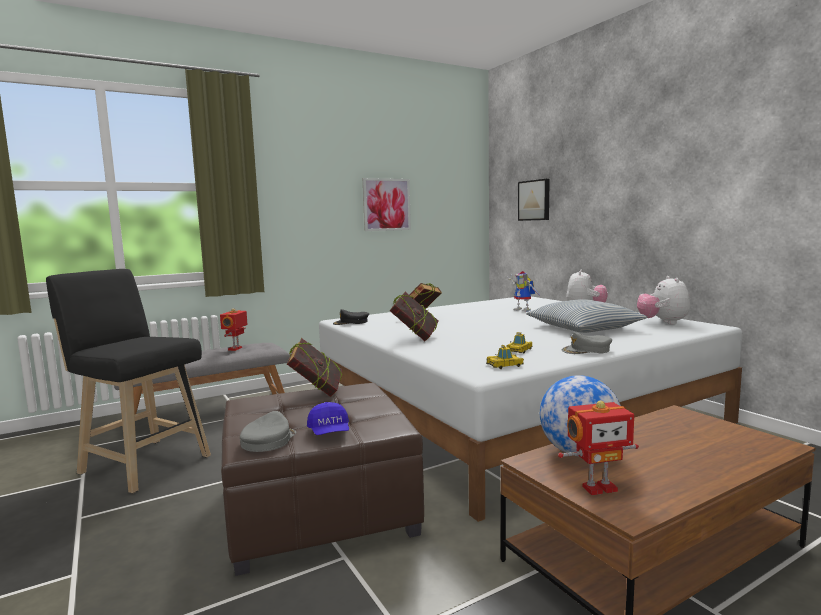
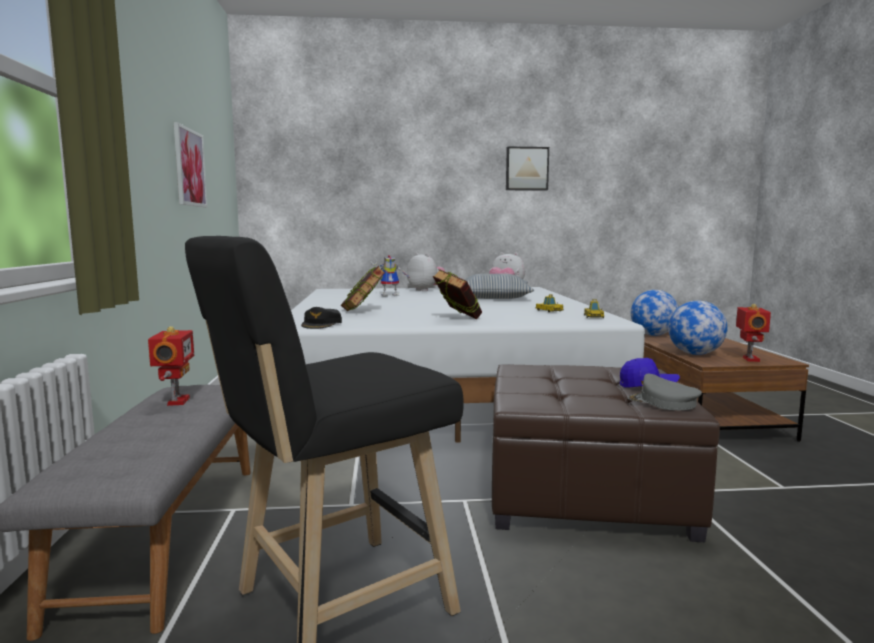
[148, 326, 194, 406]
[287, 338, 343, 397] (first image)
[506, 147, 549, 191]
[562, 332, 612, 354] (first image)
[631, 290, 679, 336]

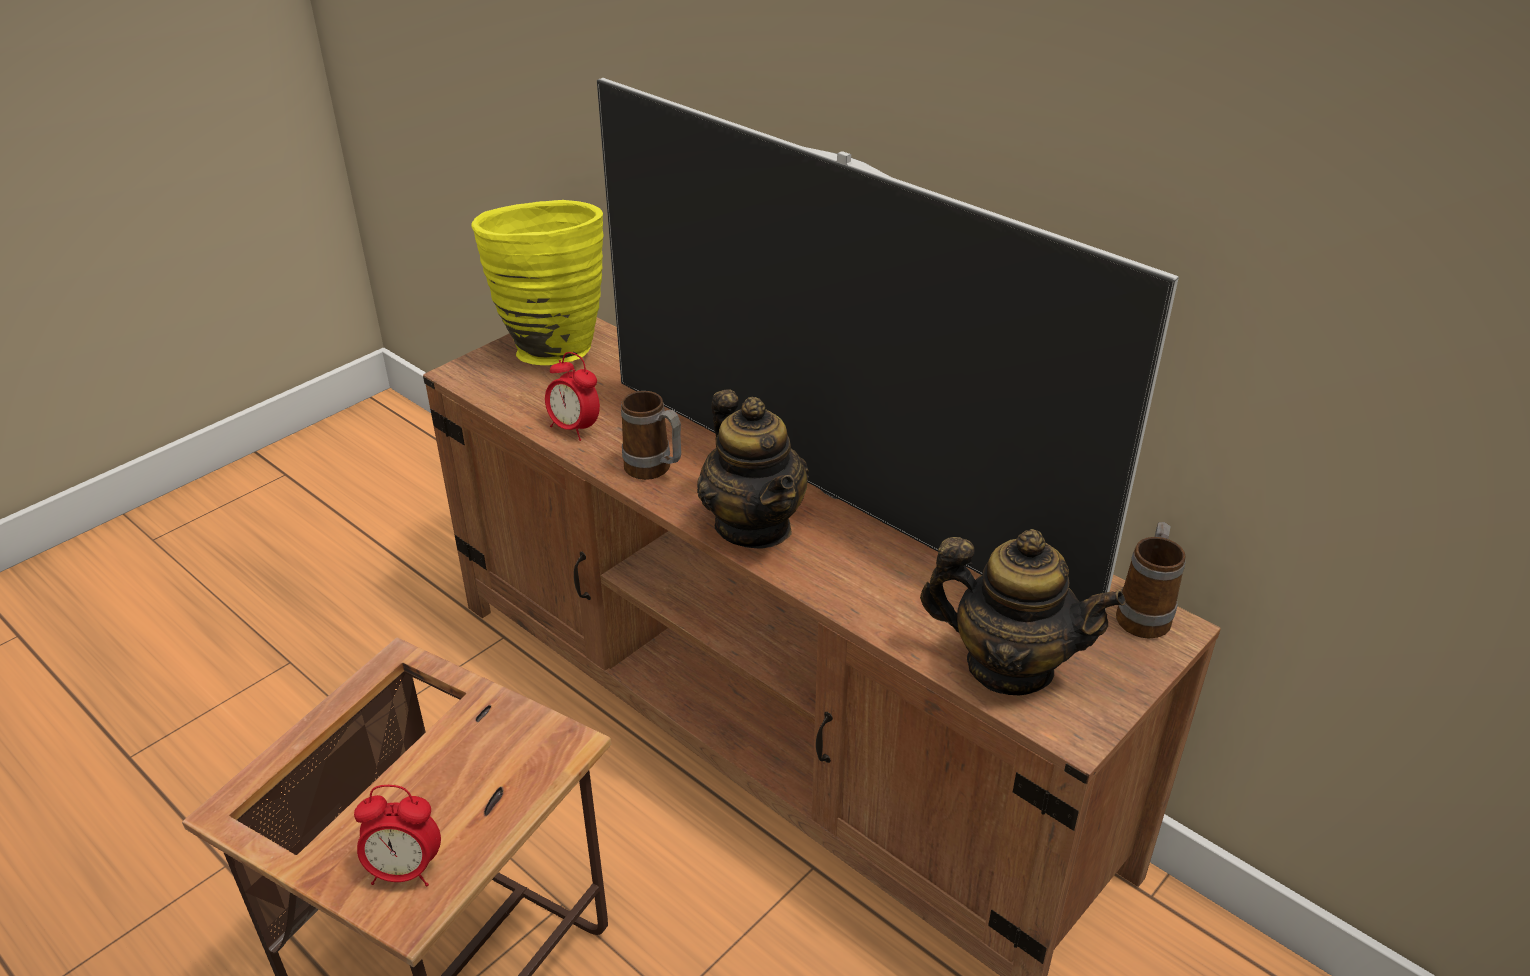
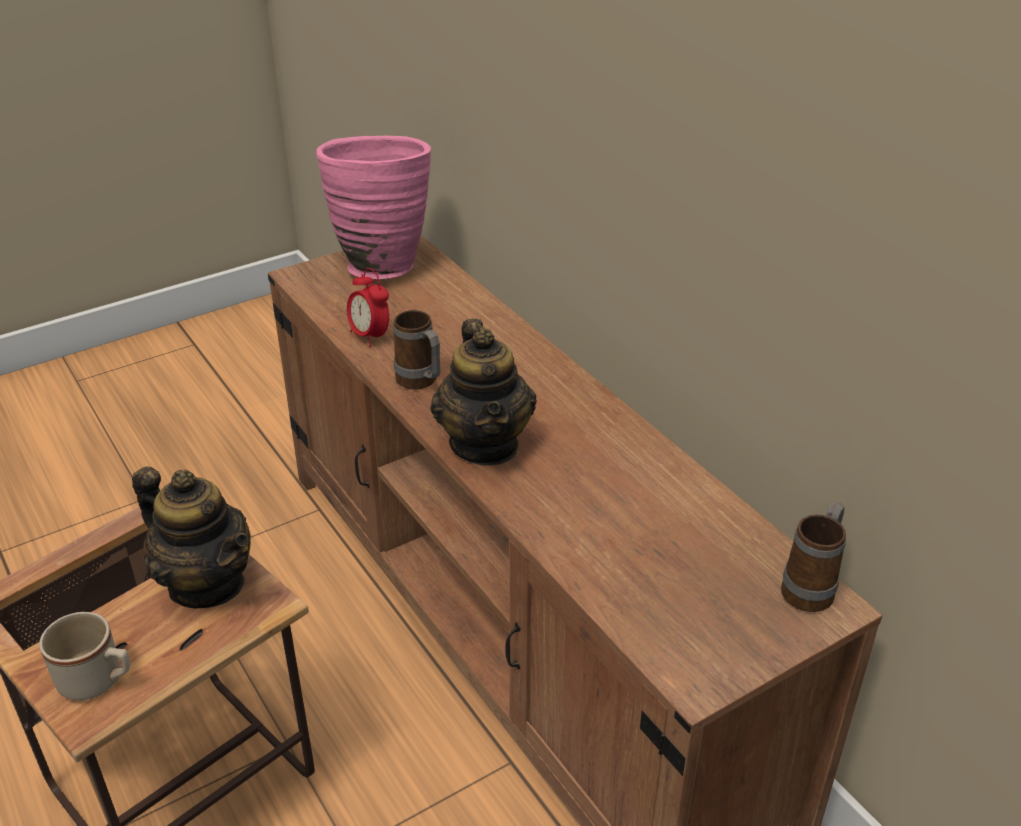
[39, 612, 130, 700]
[316, 136, 431, 279]
[597, 78, 1179, 610] (first image)
[132, 466, 251, 608]

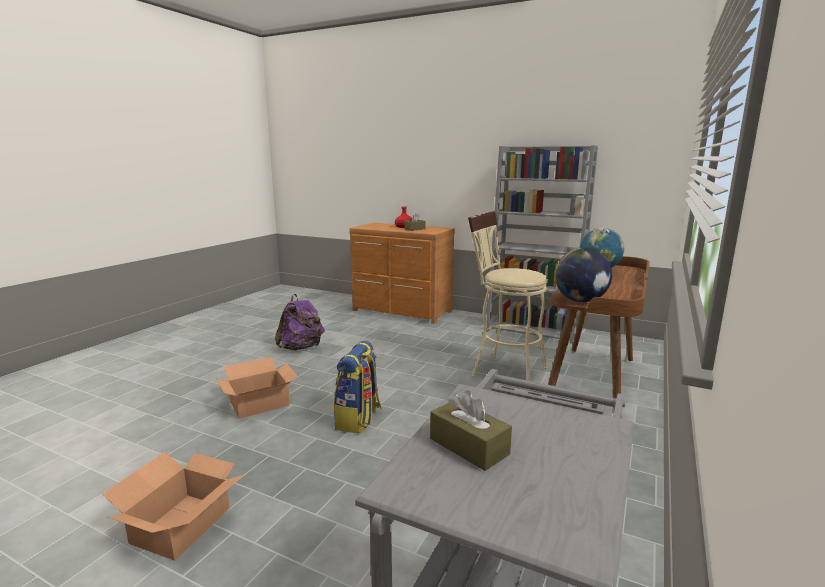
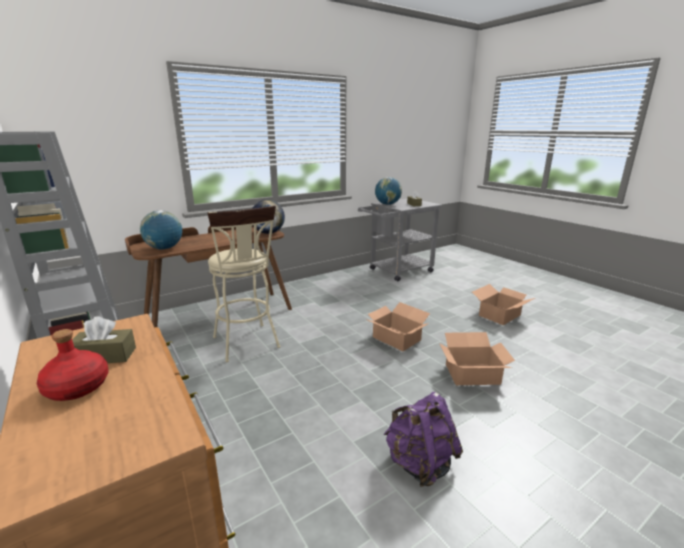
[366, 302, 430, 351]
[375, 177, 402, 205]

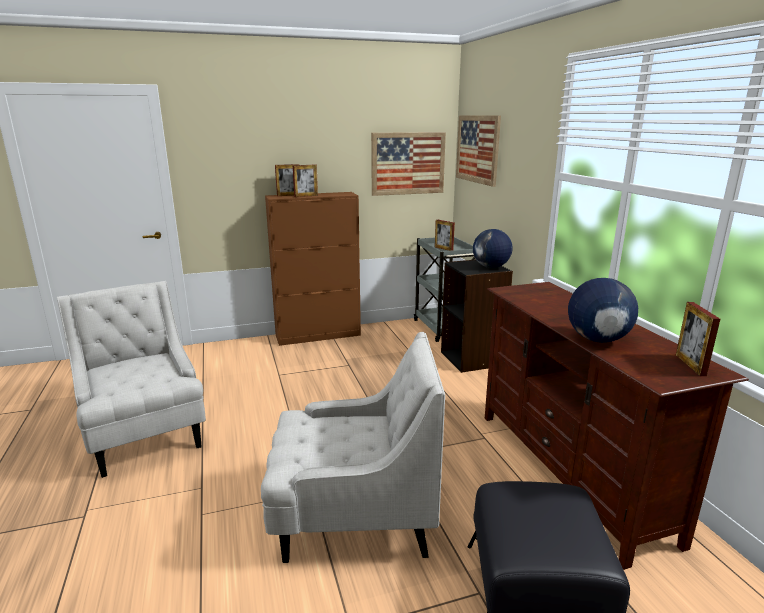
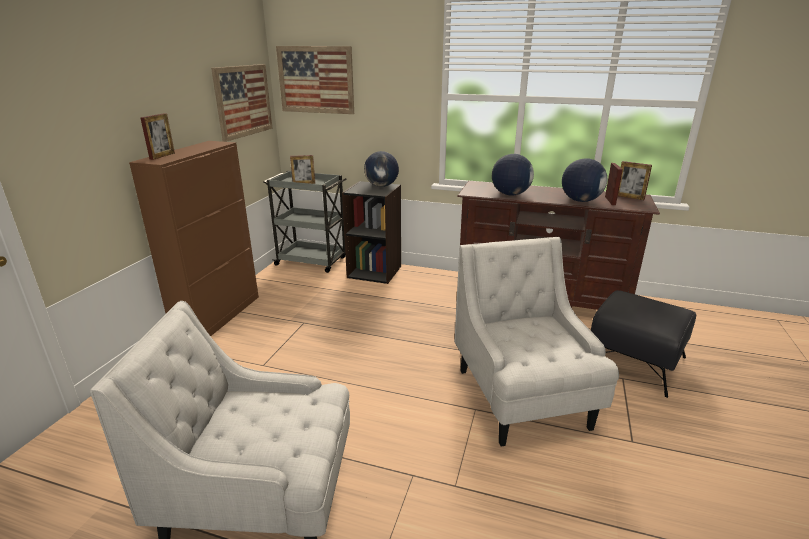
[455, 237, 619, 446]
[605, 163, 623, 205]
[492, 154, 534, 195]

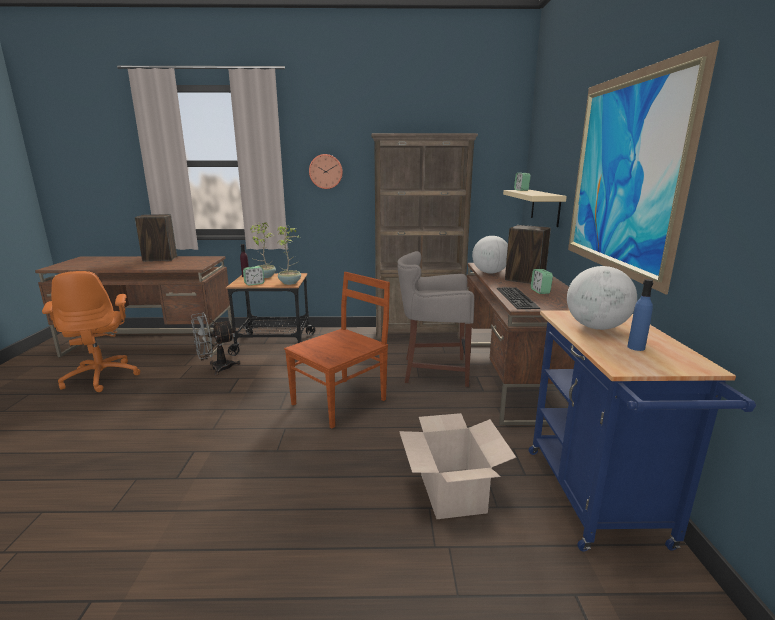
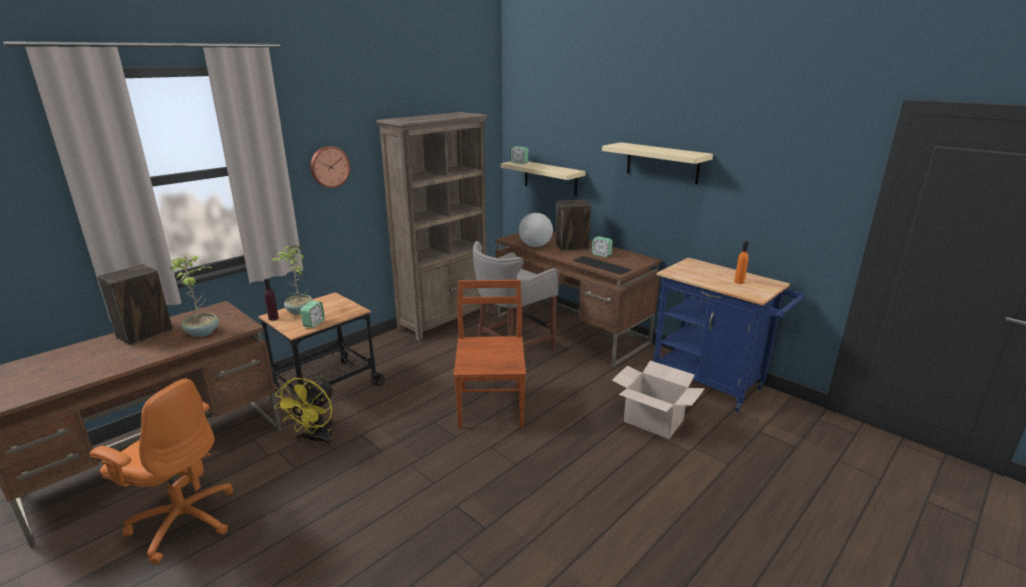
[274, 376, 334, 446]
[170, 255, 219, 337]
[567, 266, 637, 330] (first image)
[602, 142, 713, 185]
[734, 241, 749, 284]

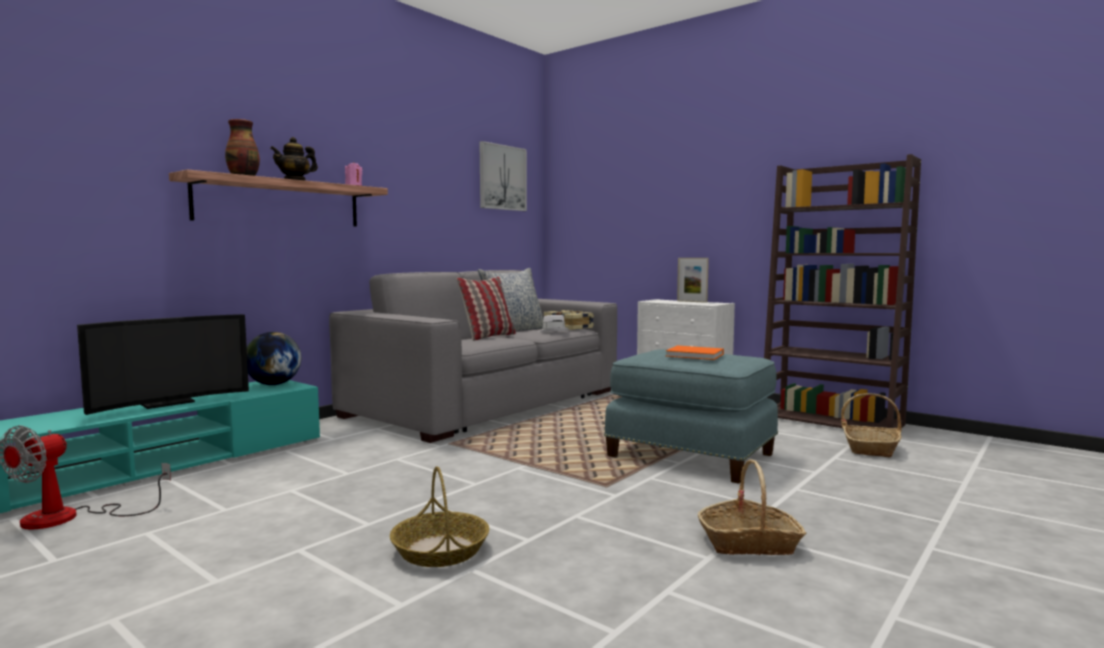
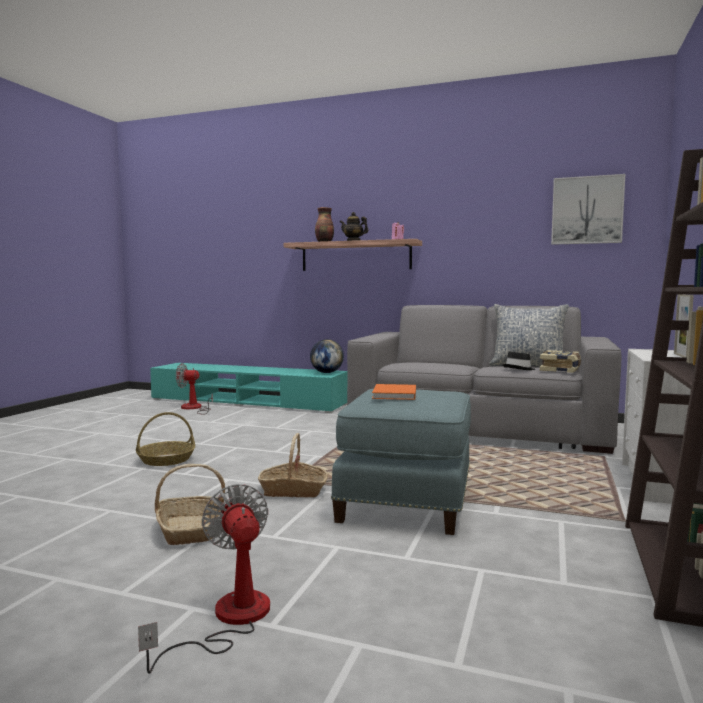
[77, 314, 249, 415] (first image)
[456, 277, 516, 341] (first image)
[502, 351, 536, 370]
[258, 433, 328, 498]
[138, 484, 270, 674]

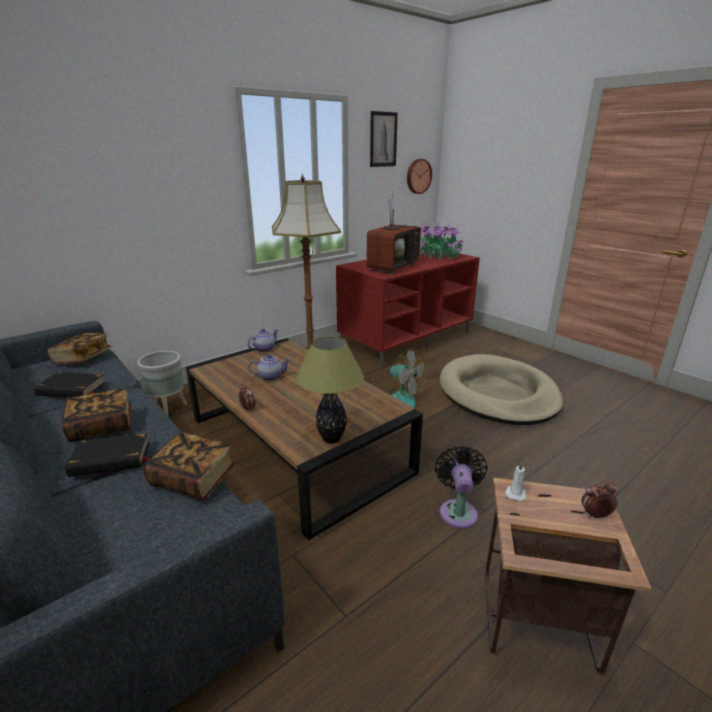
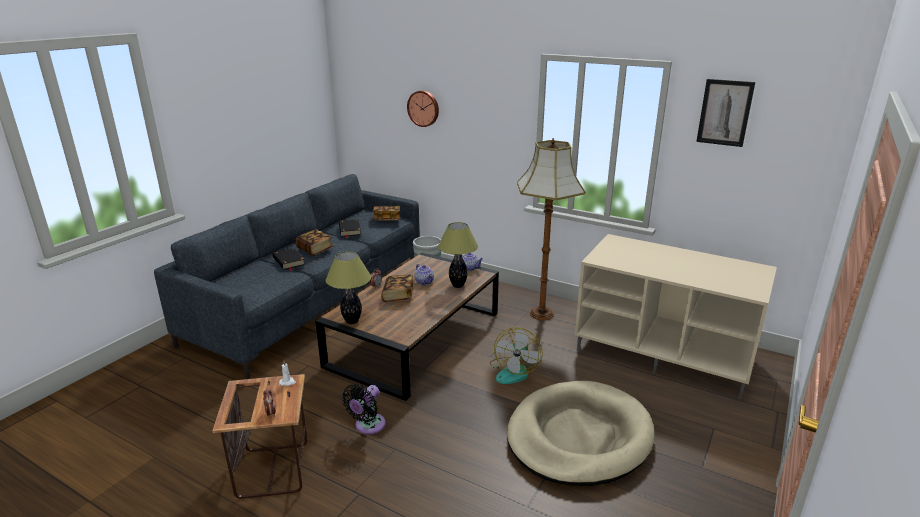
[381, 275, 414, 302]
[575, 234, 777, 399]
[367, 191, 421, 274] (first image)
[407, 91, 439, 127]
[420, 221, 465, 260] (first image)
[342, 384, 386, 434]
[438, 222, 478, 288]

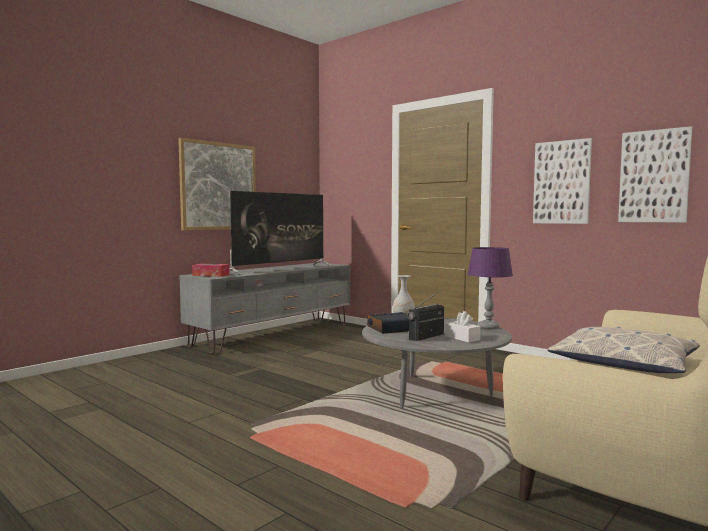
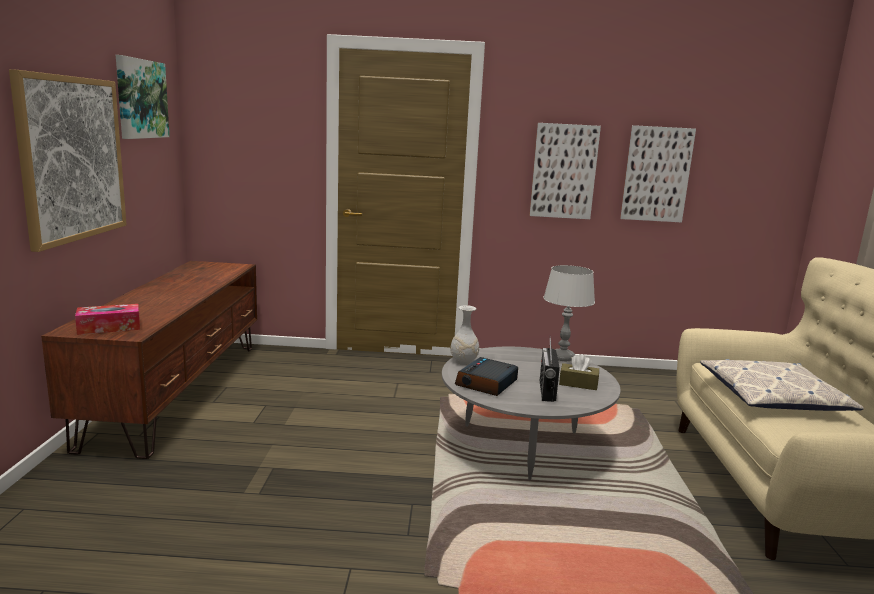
[41, 261, 257, 459]
[229, 191, 331, 275] (first image)
[559, 354, 599, 390]
[543, 265, 595, 361]
[116, 55, 170, 139]

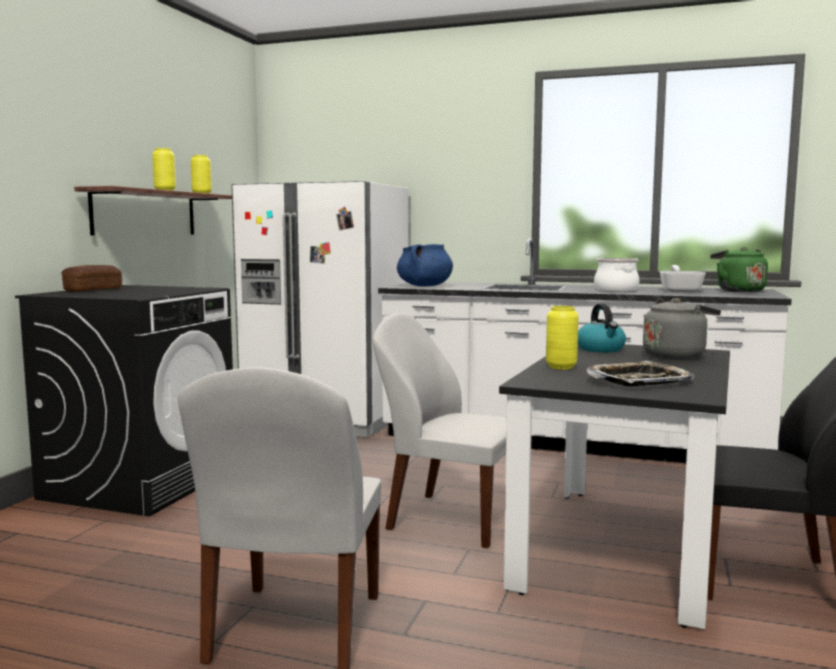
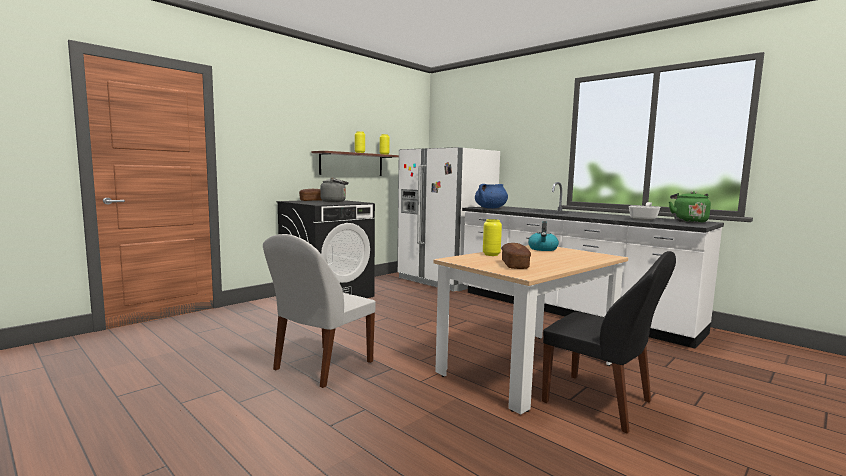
[373, 313, 507, 548] (first image)
[433, 245, 628, 415]
[501, 243, 531, 269]
[594, 258, 640, 292] (first image)
[320, 177, 349, 202]

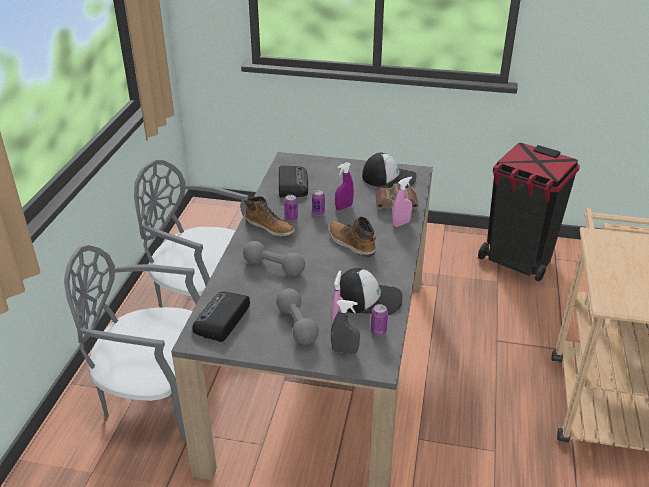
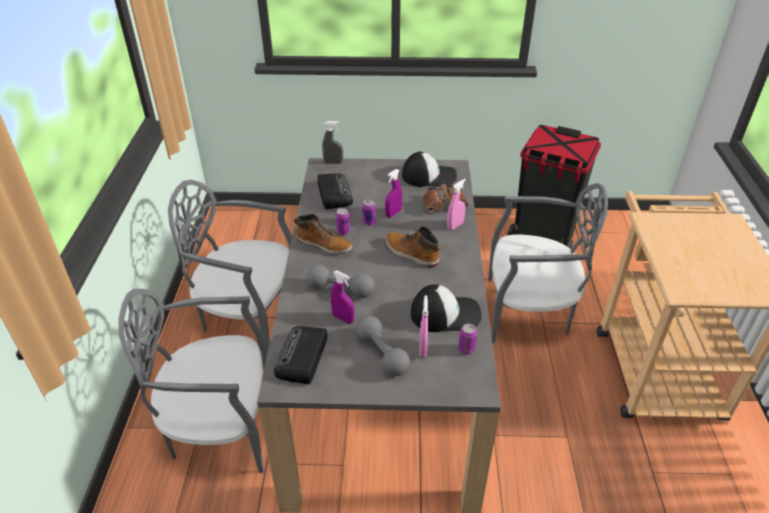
[322, 121, 343, 164]
[331, 270, 354, 324]
[488, 183, 608, 343]

